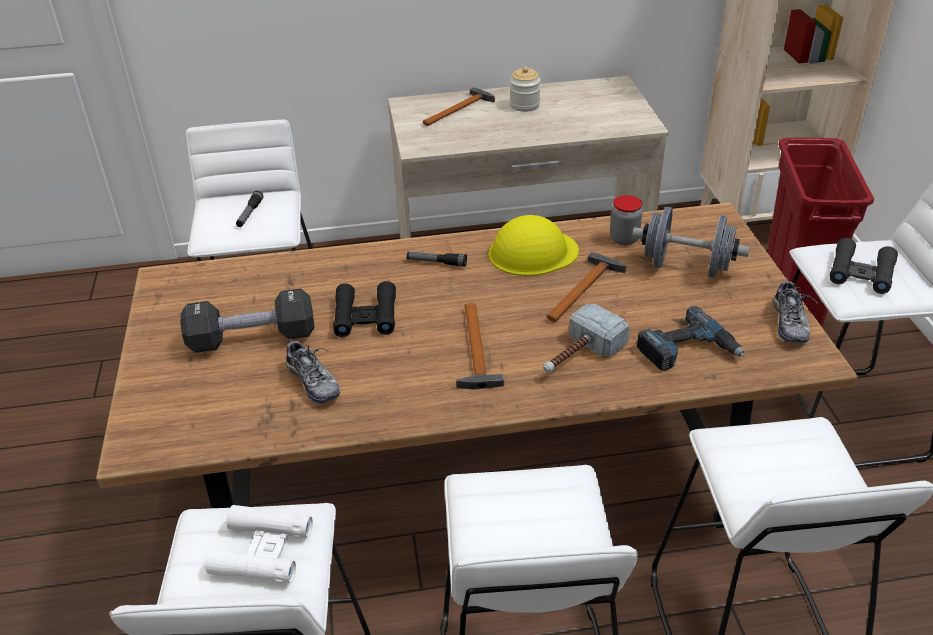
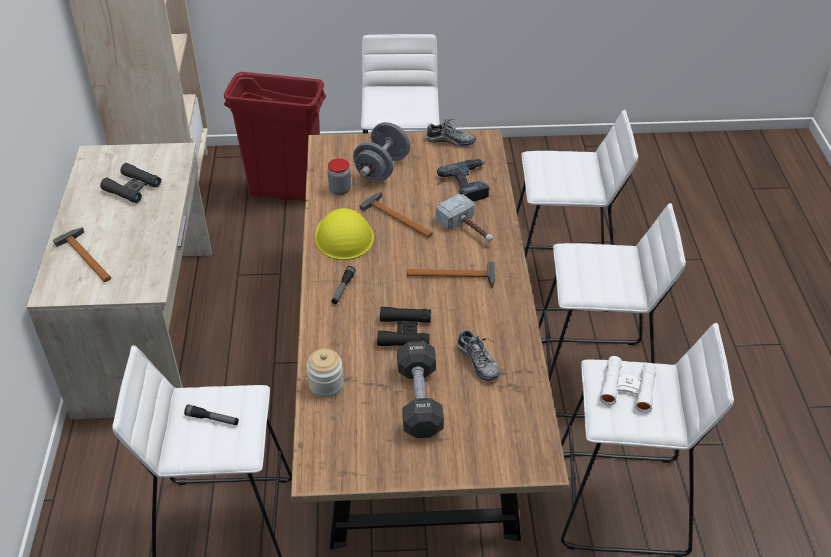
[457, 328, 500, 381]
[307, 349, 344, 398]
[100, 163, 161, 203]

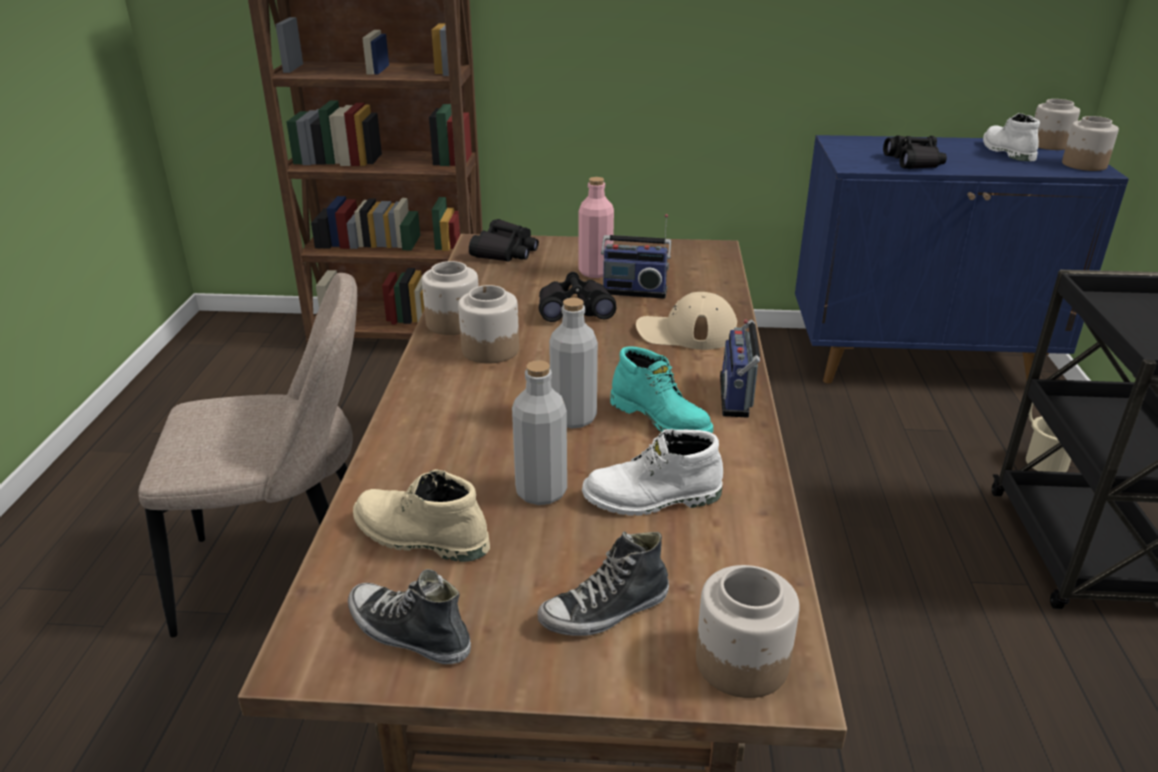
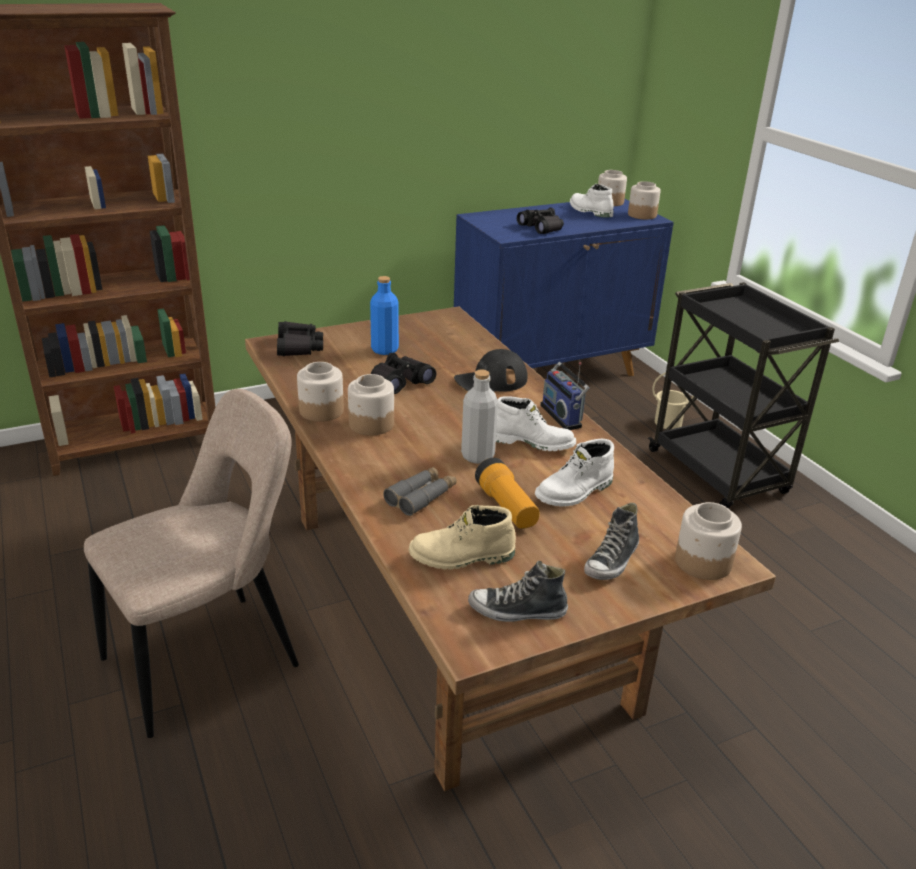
[475, 458, 539, 529]
[370, 276, 399, 355]
[601, 214, 671, 299] (first image)
[496, 396, 576, 451]
[454, 349, 528, 392]
[383, 467, 457, 516]

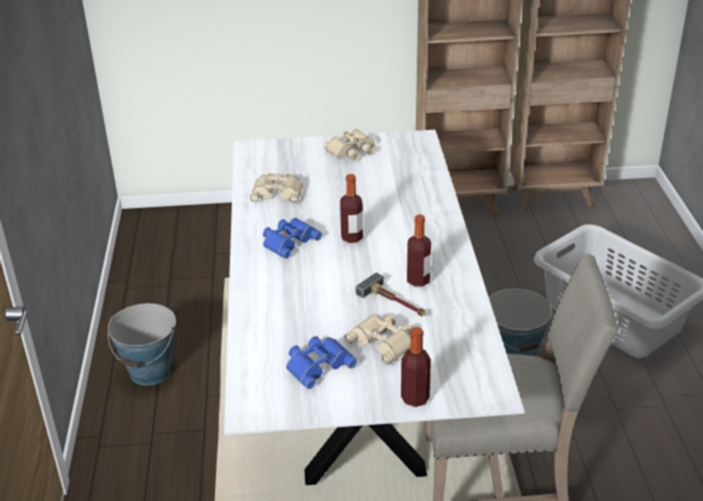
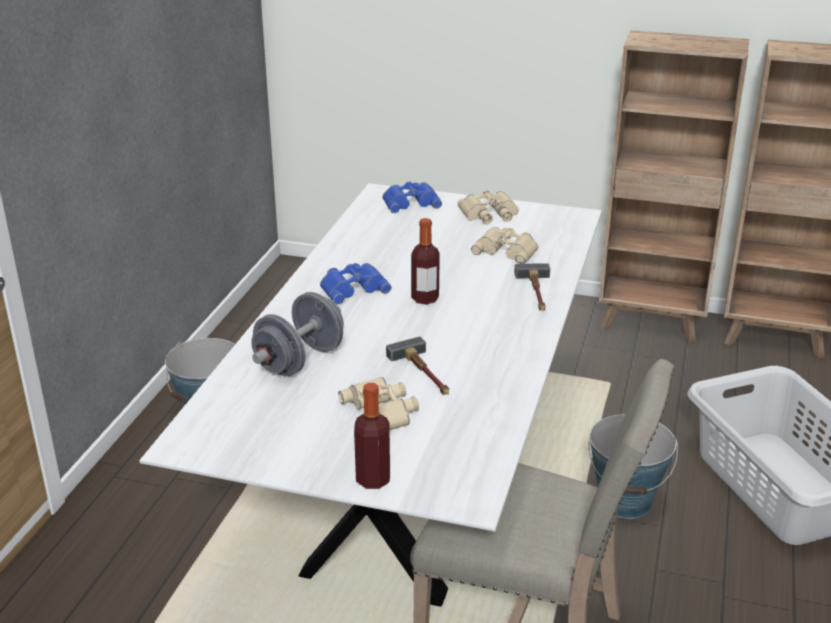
[471, 227, 538, 264]
[383, 181, 442, 213]
[407, 215, 431, 287] (first image)
[251, 292, 344, 376]
[514, 263, 550, 311]

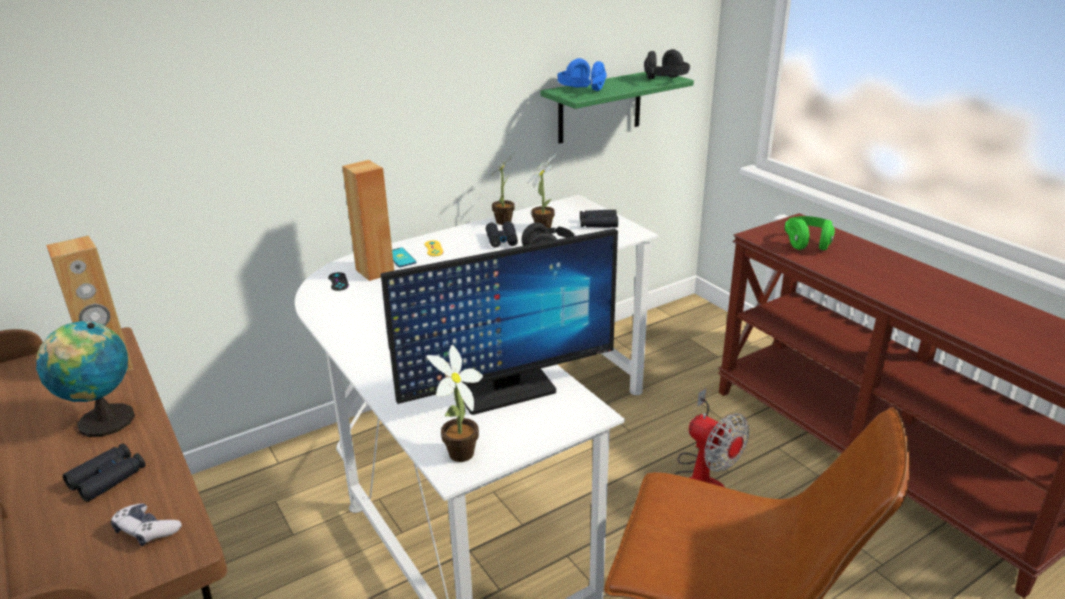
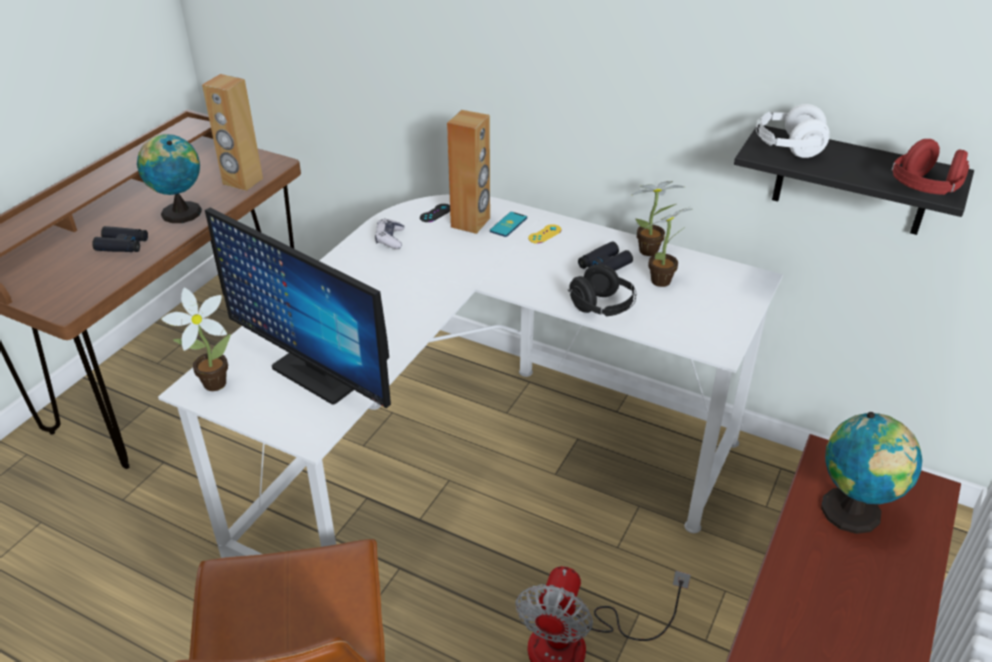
[375, 218, 404, 249]
[734, 124, 974, 235]
[756, 104, 830, 158]
[580, 210, 618, 228] (first image)
[892, 139, 969, 195]
[821, 412, 922, 534]

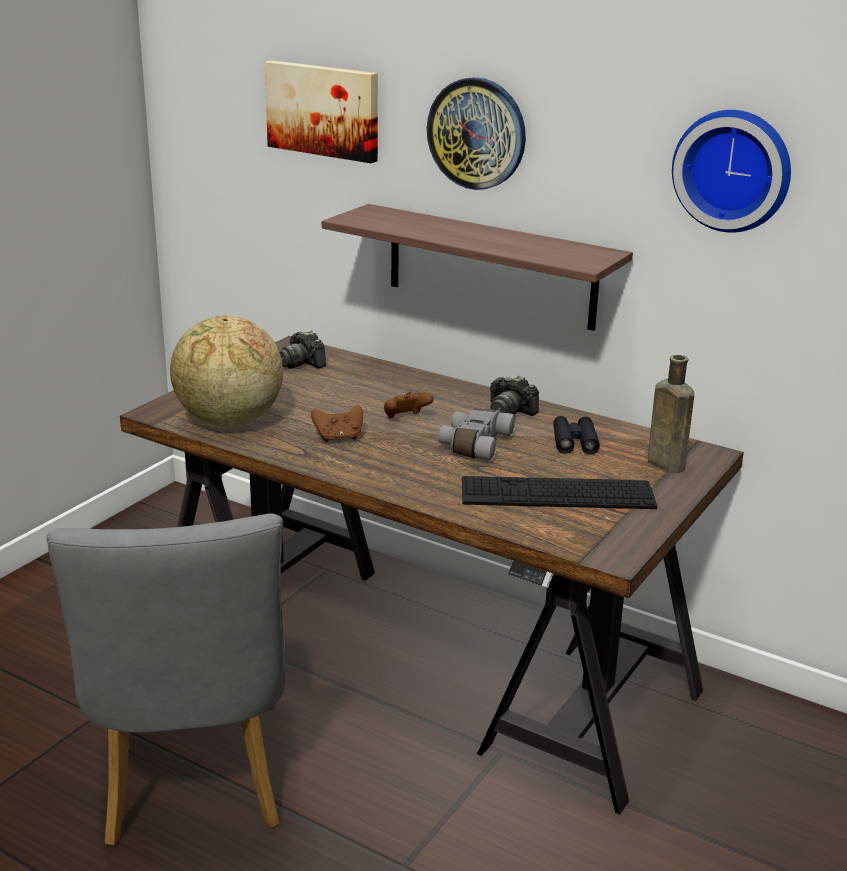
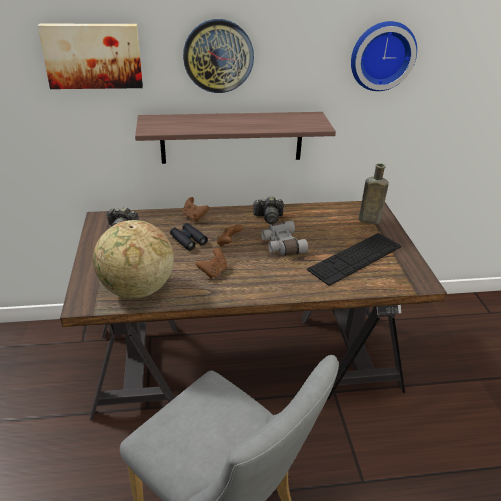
[170, 223, 208, 251]
[183, 197, 209, 222]

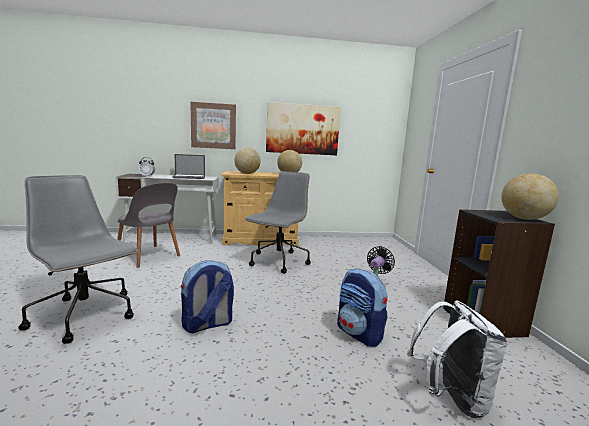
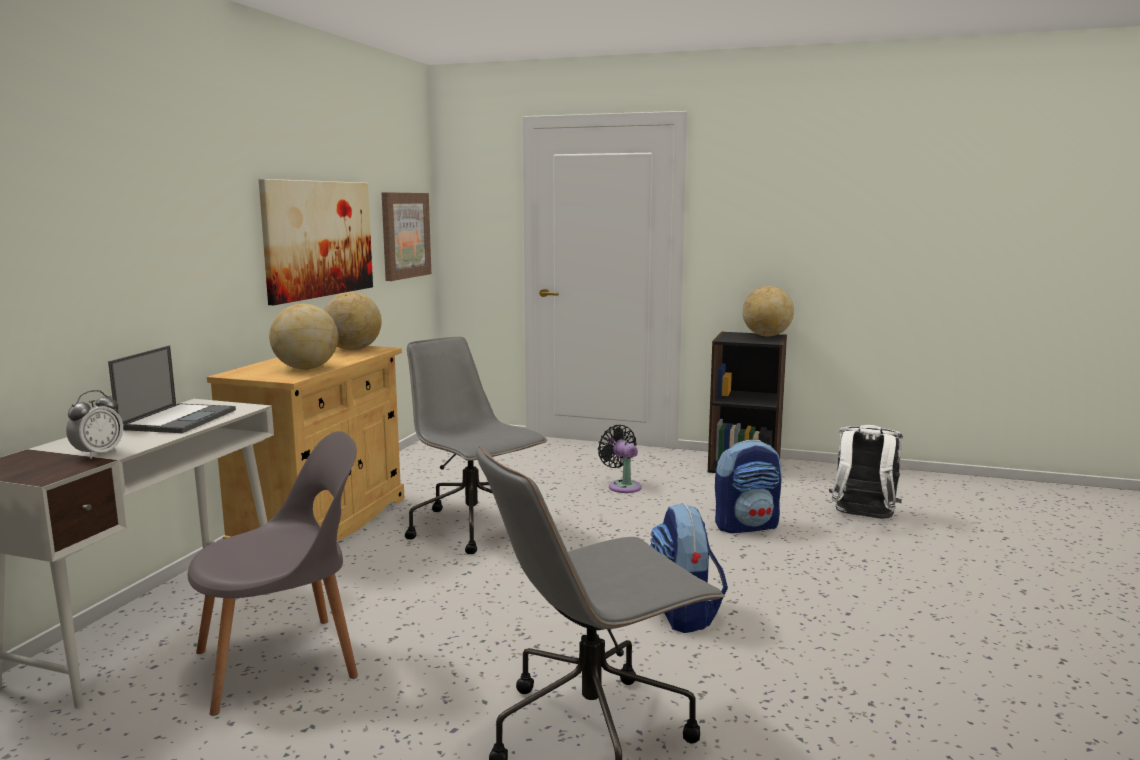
[382, 192, 431, 281]

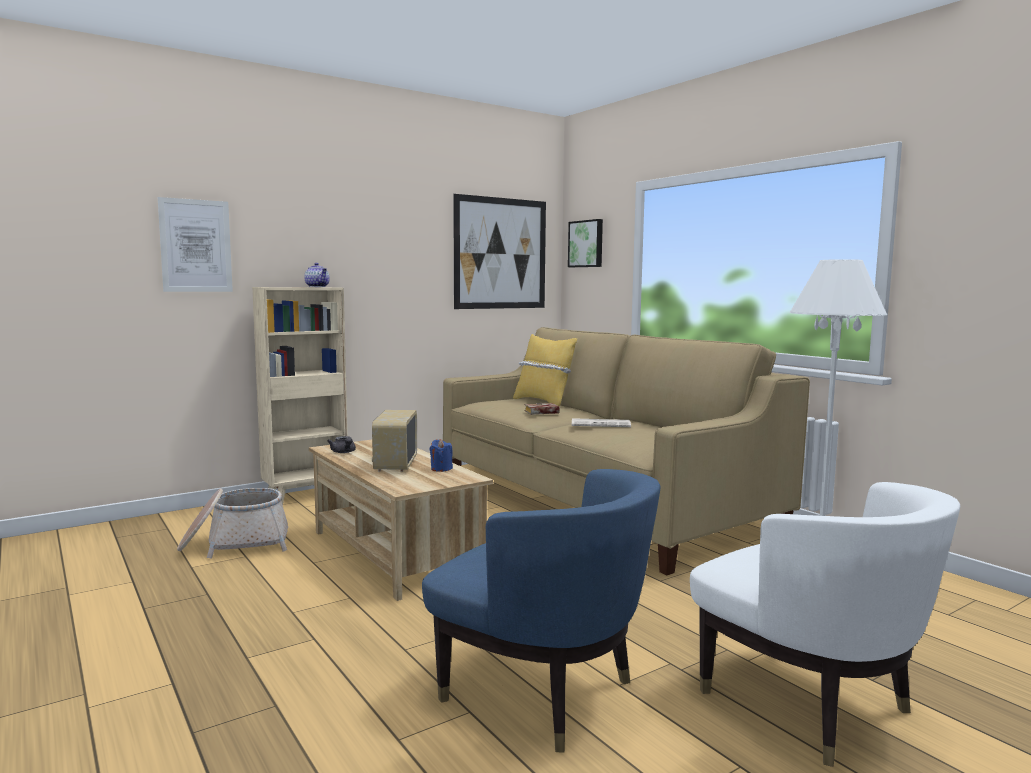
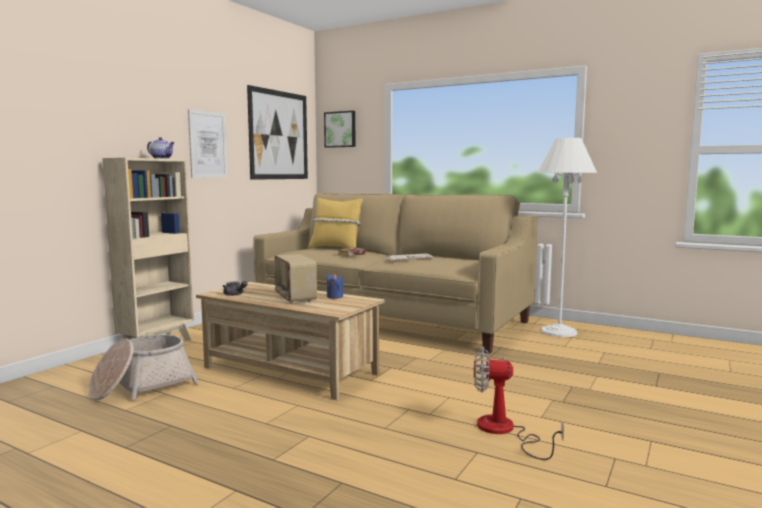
[188, 109, 228, 178]
[474, 347, 564, 460]
[690, 482, 960, 767] (first image)

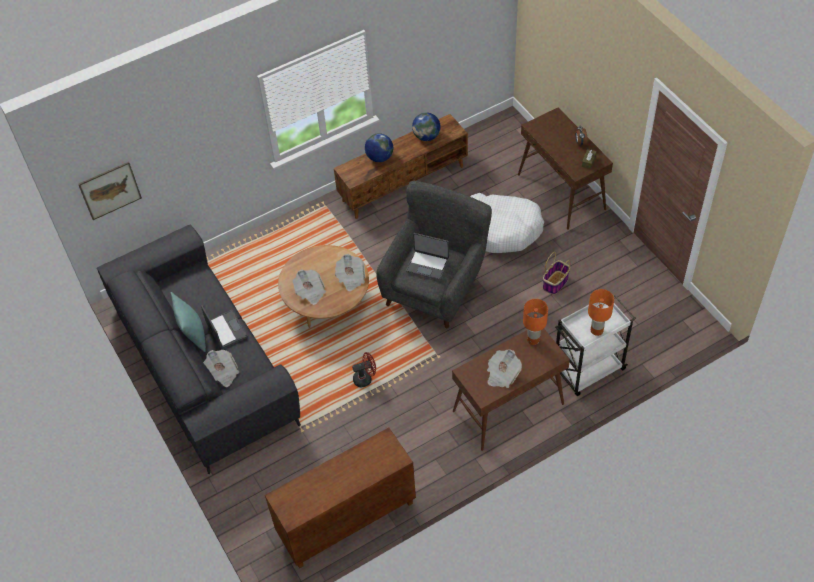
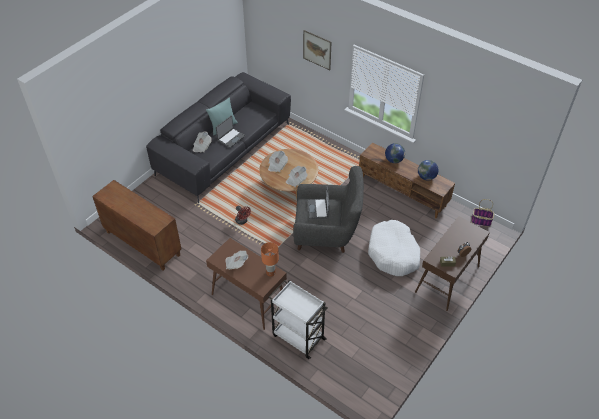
[303, 30, 331, 70]
[471, 199, 494, 227]
[588, 289, 614, 336] (first image)

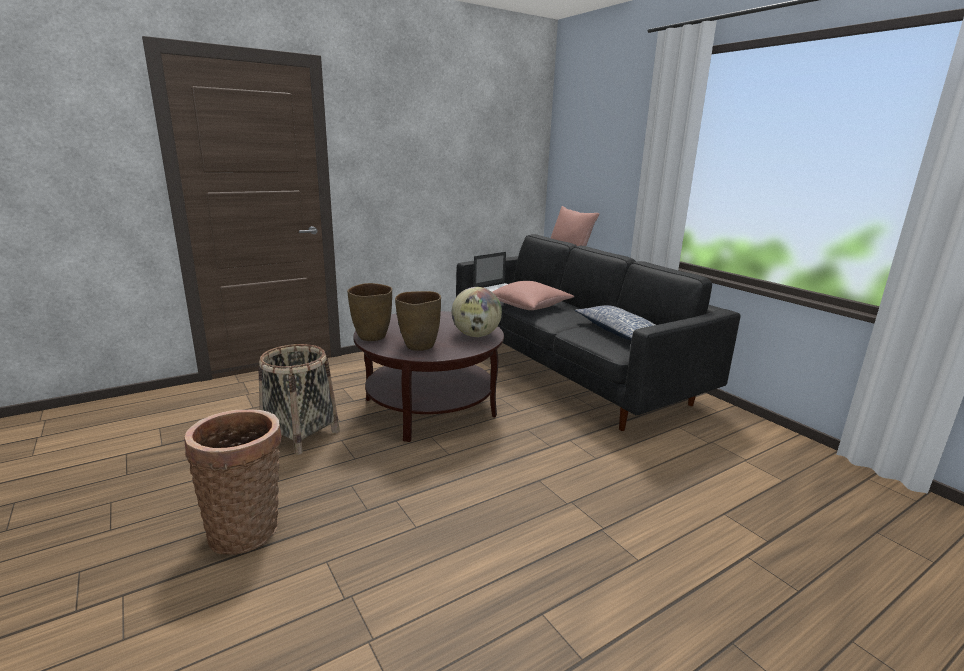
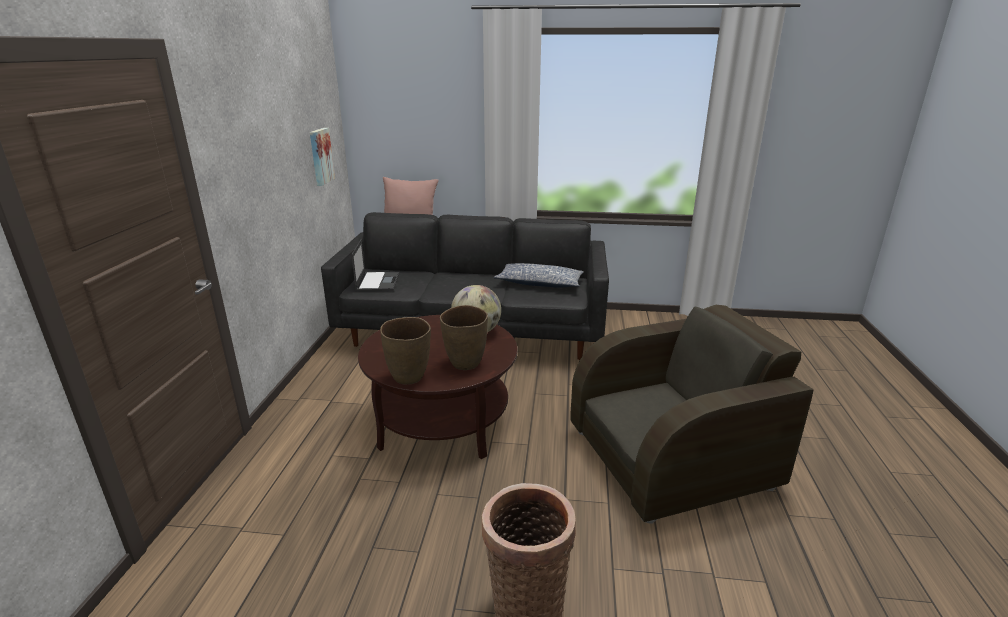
[258, 344, 340, 455] (first image)
[492, 281, 574, 310] (first image)
[310, 128, 335, 186]
[570, 305, 814, 524]

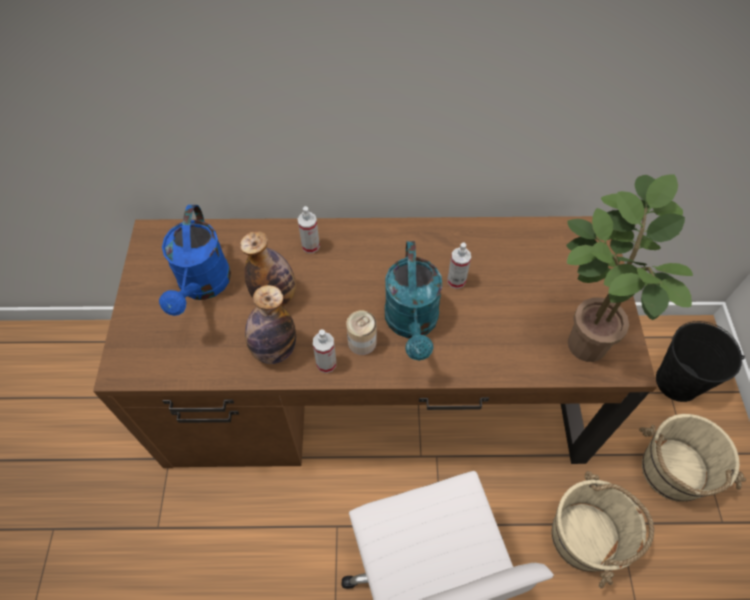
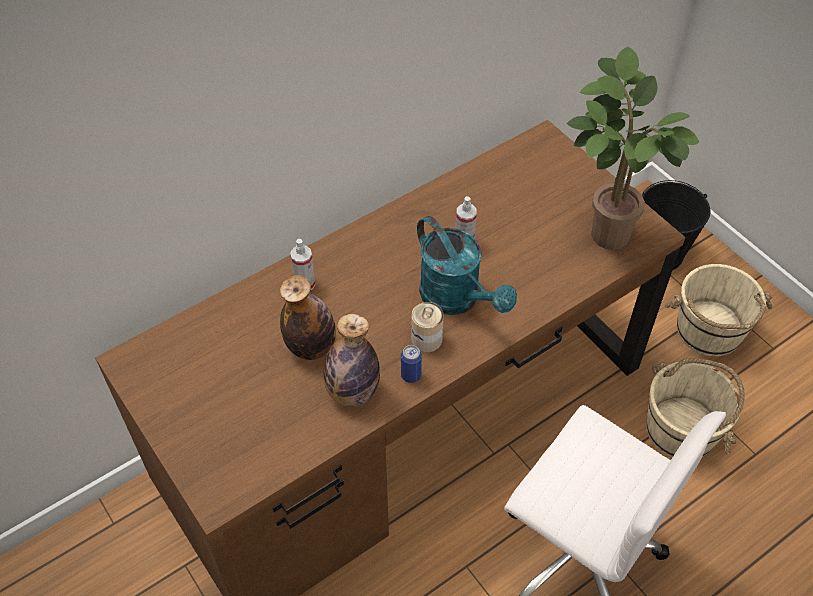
[159, 205, 231, 316] (first image)
[401, 345, 422, 383]

